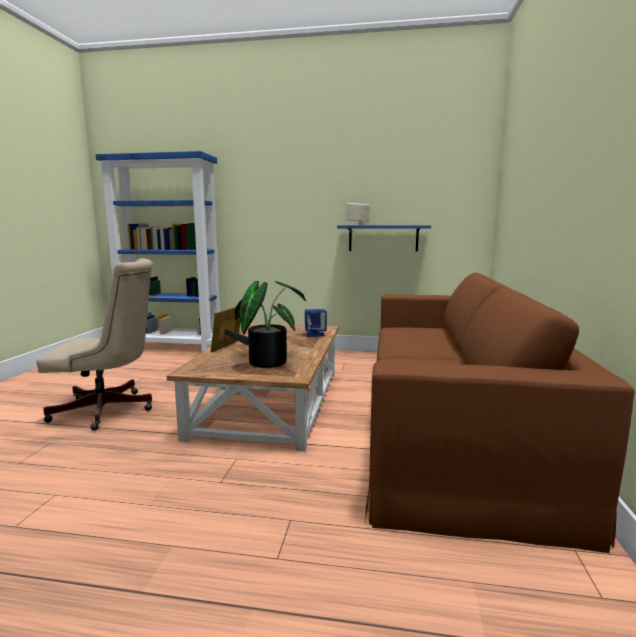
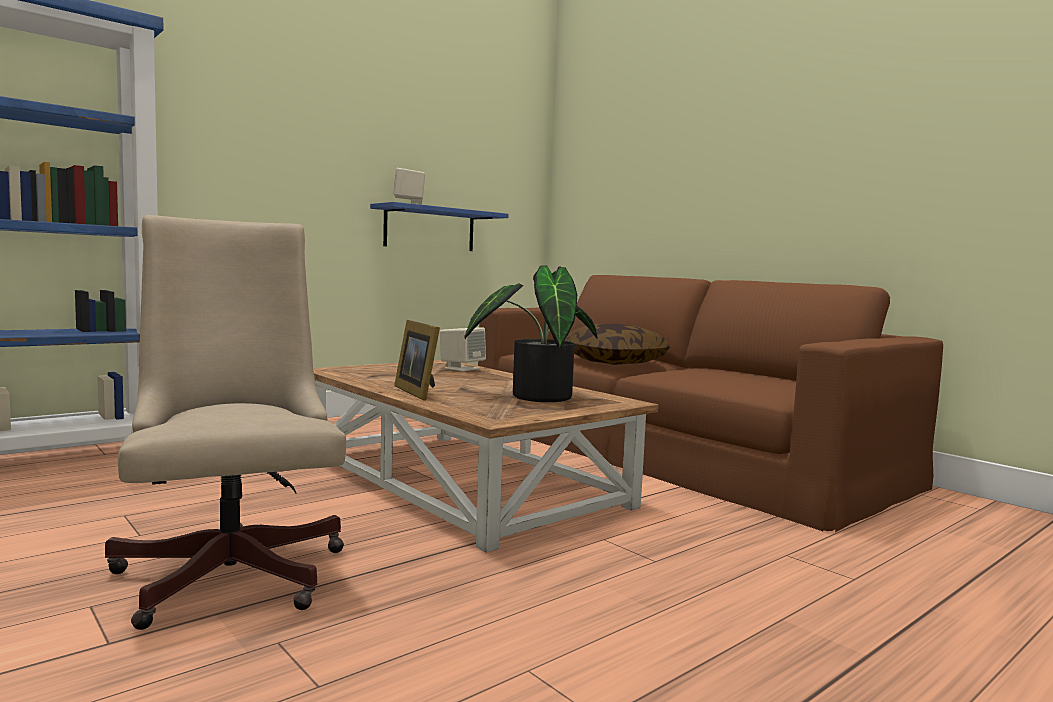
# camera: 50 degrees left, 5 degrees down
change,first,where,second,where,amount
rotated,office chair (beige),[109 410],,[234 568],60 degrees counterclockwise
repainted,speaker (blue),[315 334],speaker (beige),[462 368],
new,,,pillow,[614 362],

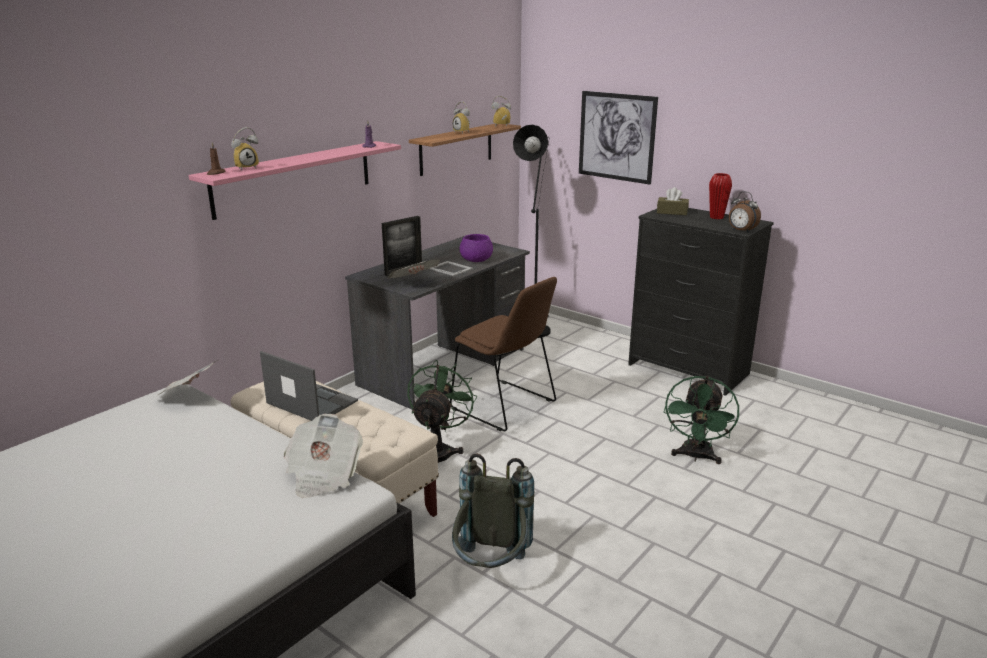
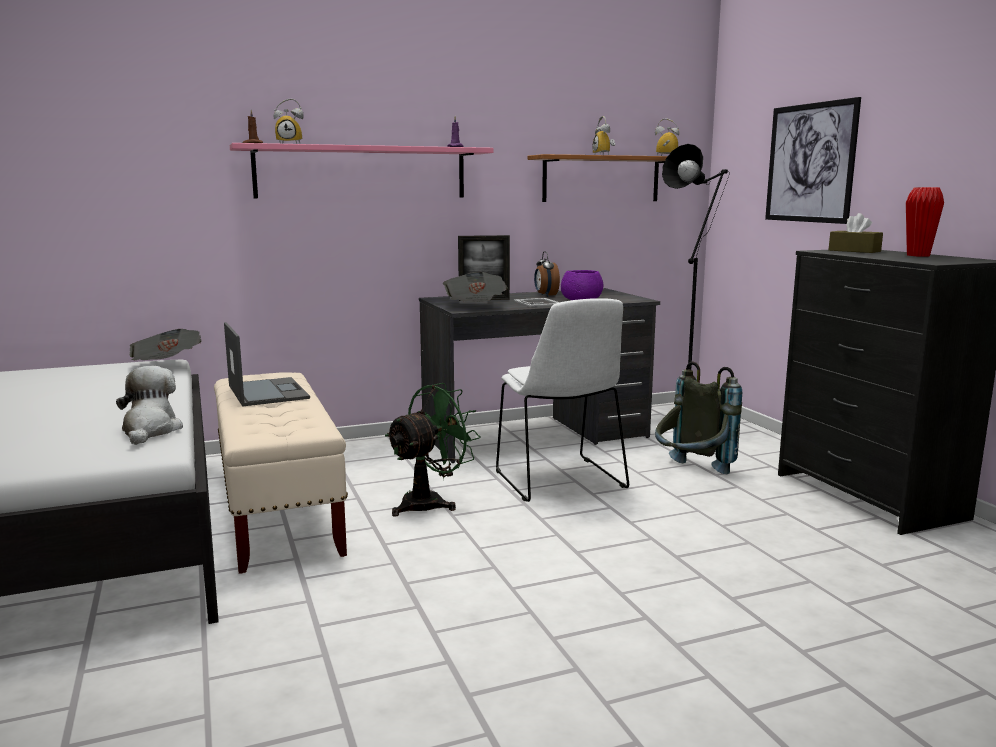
# camera: 30 degrees right, 10 degrees down
change,first,where,second,where,amount
shifted,alarm clock,[741 231],,[545 295],
repainted,chair (brown),[505 406],chair (white),[561 481],
gone,fan (green),[696 456],,,
swapped,newspaper,[323 474],plush toy,[150 431],
shifted,backpack (grey),[490 569],,[691 474],

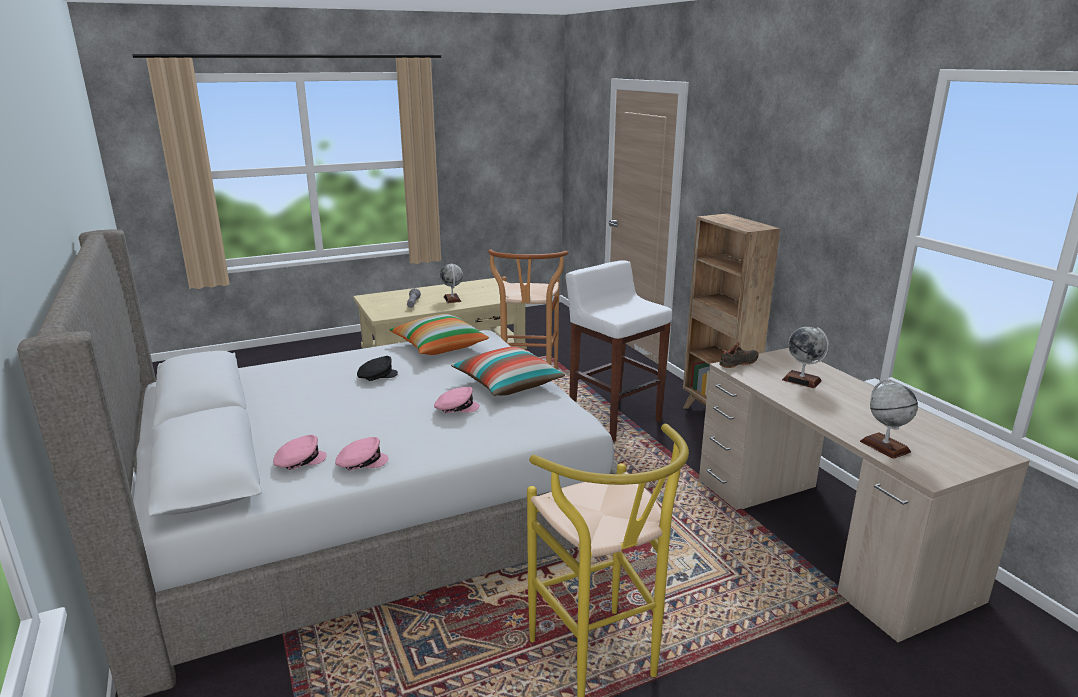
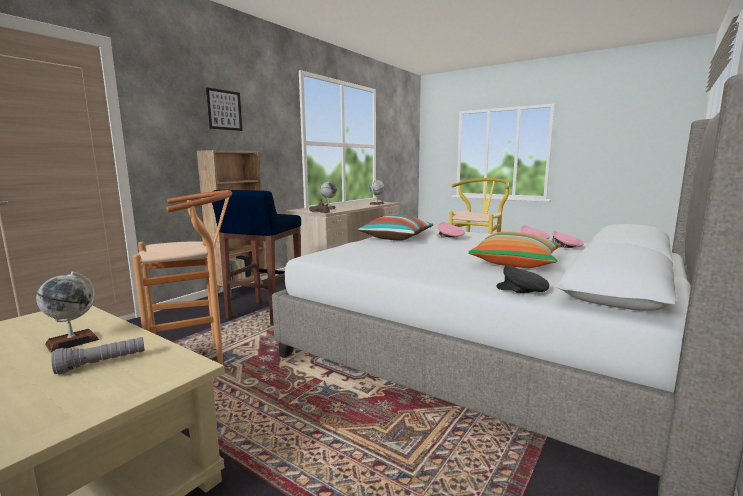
# camera: 120 degrees left, 10 degrees down
change,first,where,second,where,amount
repainted,stool (white),[614 419],stool (blue),[264 313],
shifted,pillow,[439 346],,[515 263],
shifted,cap (black),[376 375],,[522 290],
new,,,picture,[224 110],

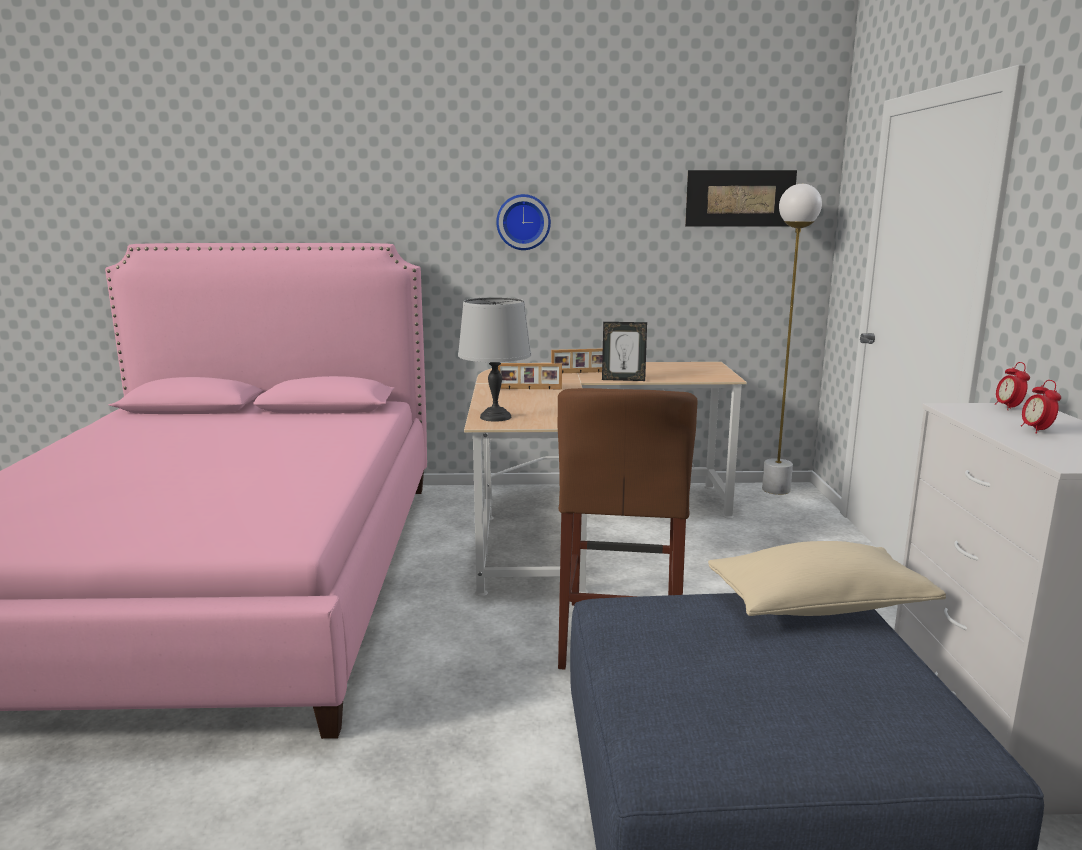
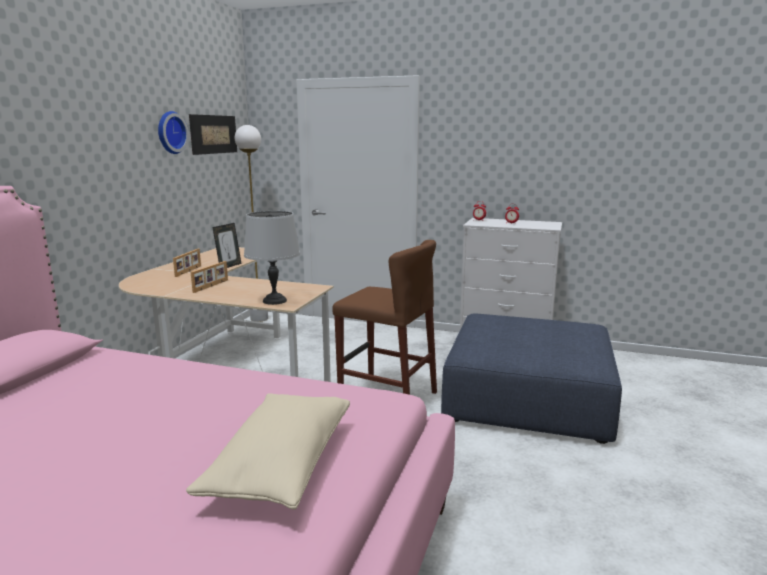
# camera: 70 degrees left, 0 degrees up
change,first,where,second,where,amount
shifted,wall clock,[523 222],,[170 132],
shifted,pillow (beige),[818 606],,[281 466],

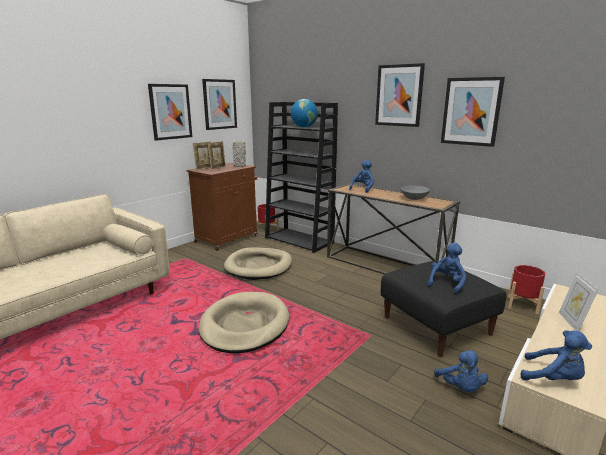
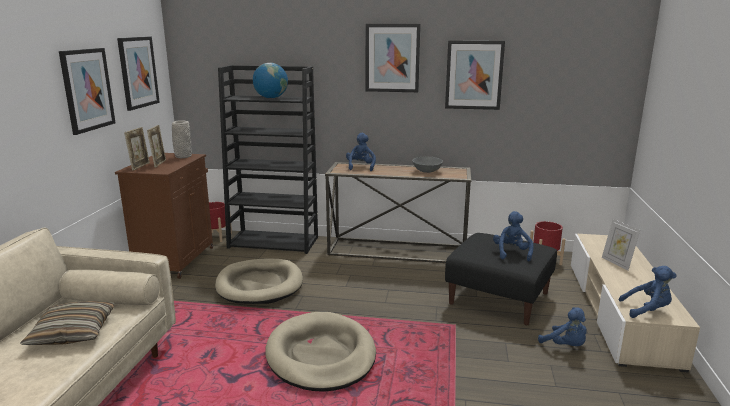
# camera: 30 degrees left, 0 degrees up
change,first,where,second,where,amount
new,,,pillow,[73 332],

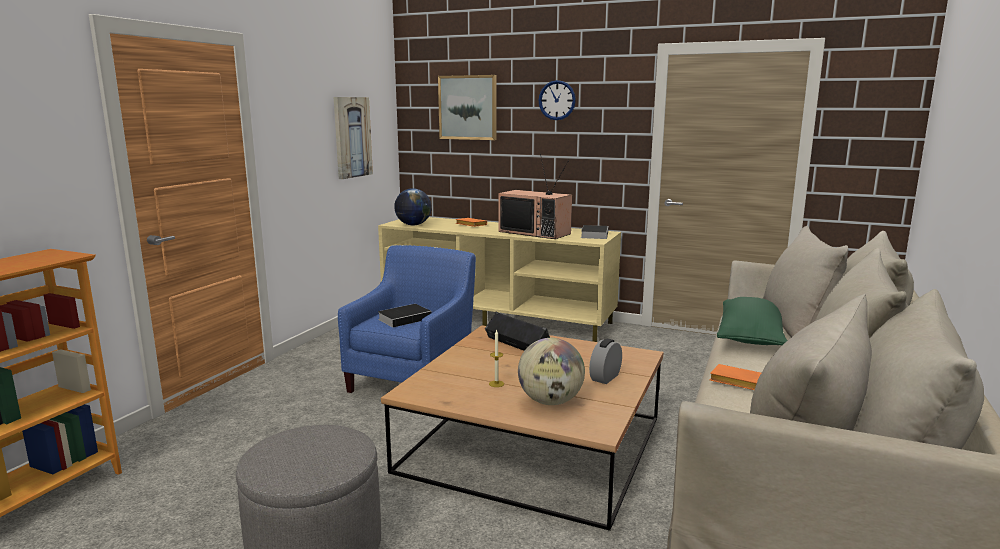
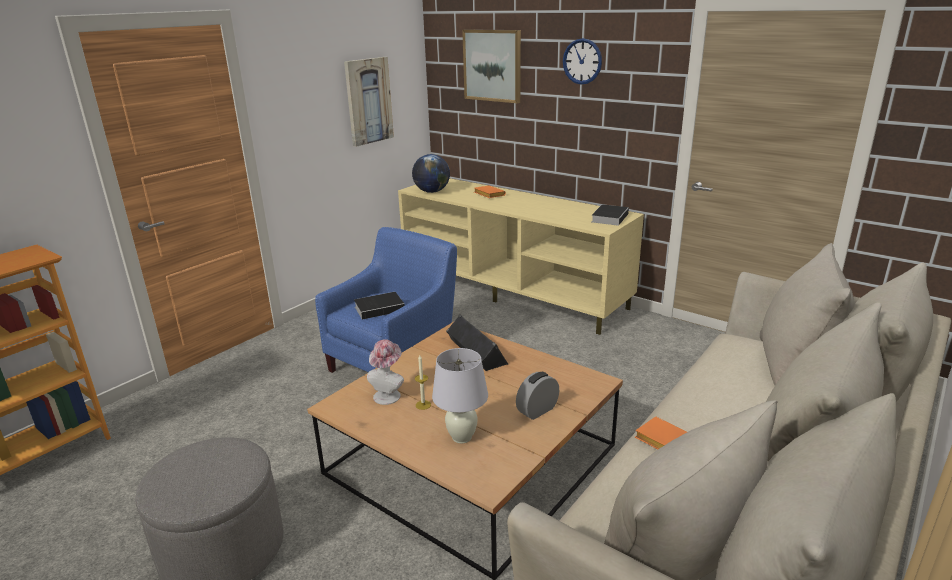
# camera: 15 degrees right, 10 degrees up
change,first,where,second,where,amount
gone,television,[536 232],,,
gone,pillow (green),[750 337],,,
swapped,globe,[550 401],table lamp (white),[462 437],
new,,,hat,[388 394],

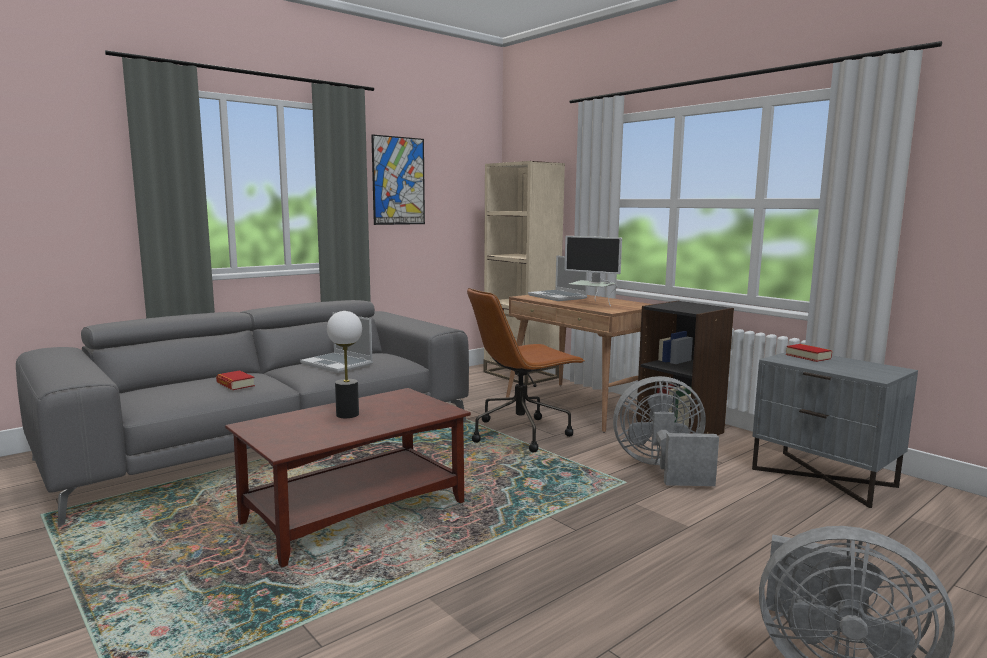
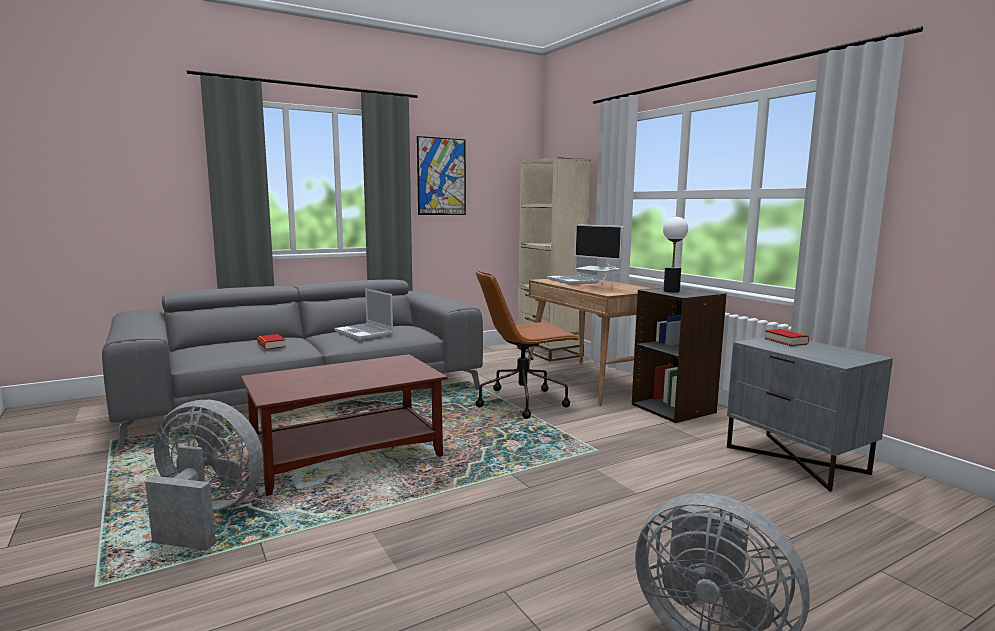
# camera: 10 degrees right, 0 degrees up
change,first,where,second,where,amount
shifted,table lamp,[347 415],,[671 291],
shifted,fan (grey),[662 468],,[206 515],

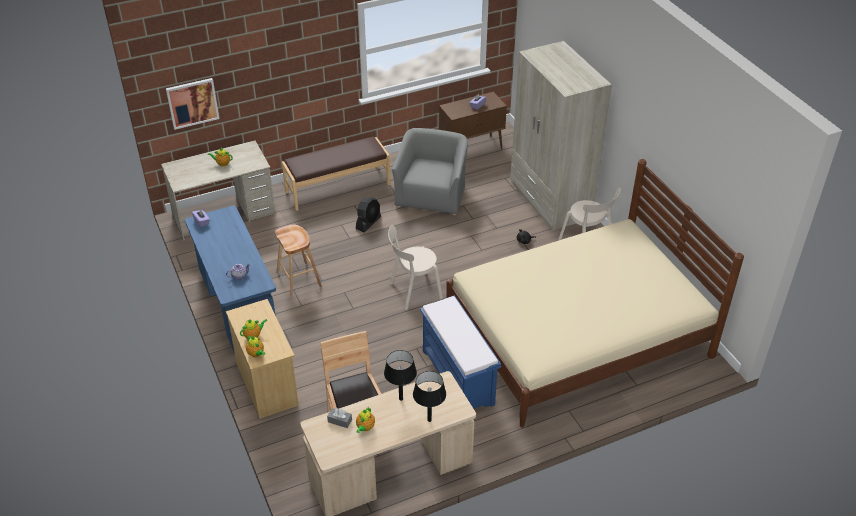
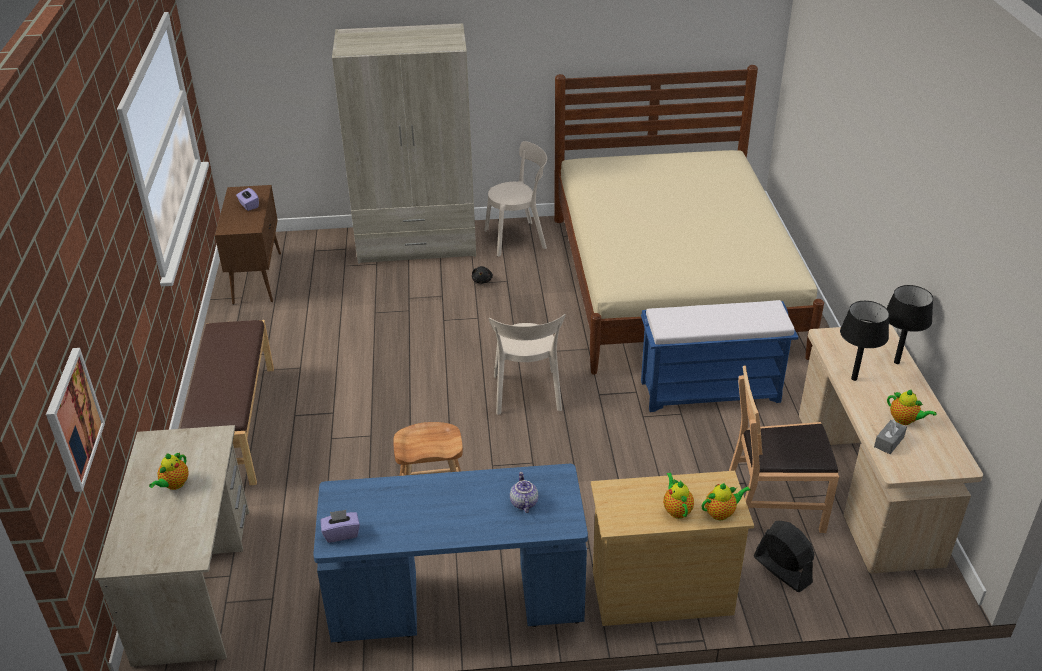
# camera: 70 degrees left, 5 degrees down
change,first,where,second,where,amount
gone,armchair (grey),[431 195],,,
shifted,fan (black),[368 223],,[782 570],

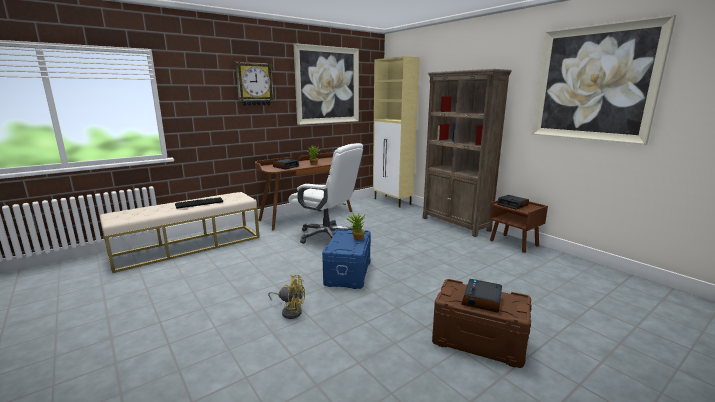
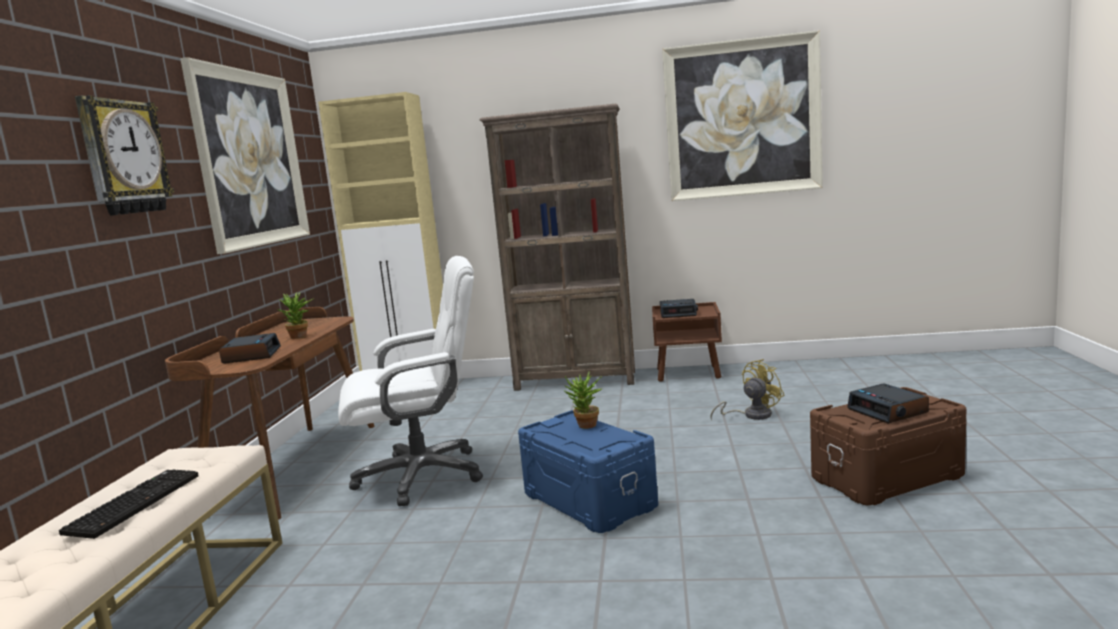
# camera: 45 degrees left, 5 degrees down
change,first,where,second,where,amount
shifted,fan (yellow),[290 311],,[751 415],

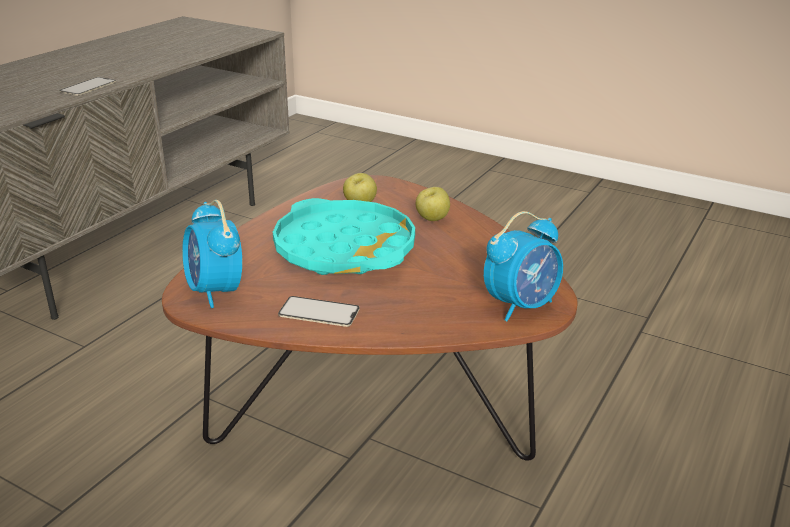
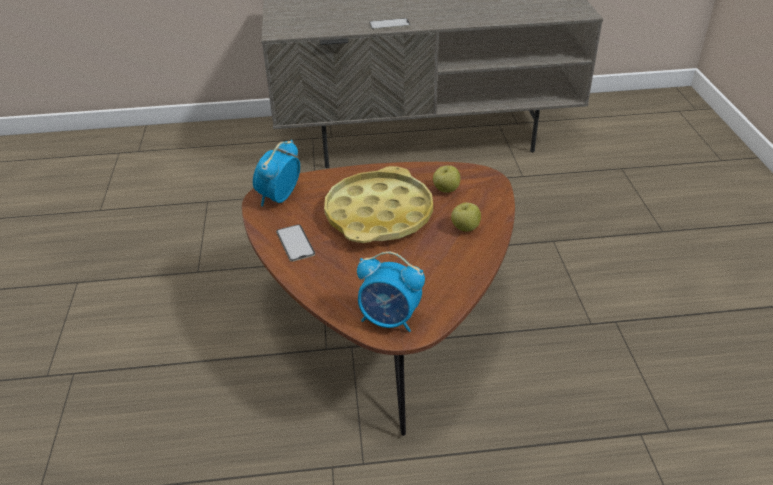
# camera: 55 degrees right, 10 degrees up
change,first,where,second,where,amount
repainted,tray (turquoise),[345 249],tray (yellow),[379 214],

